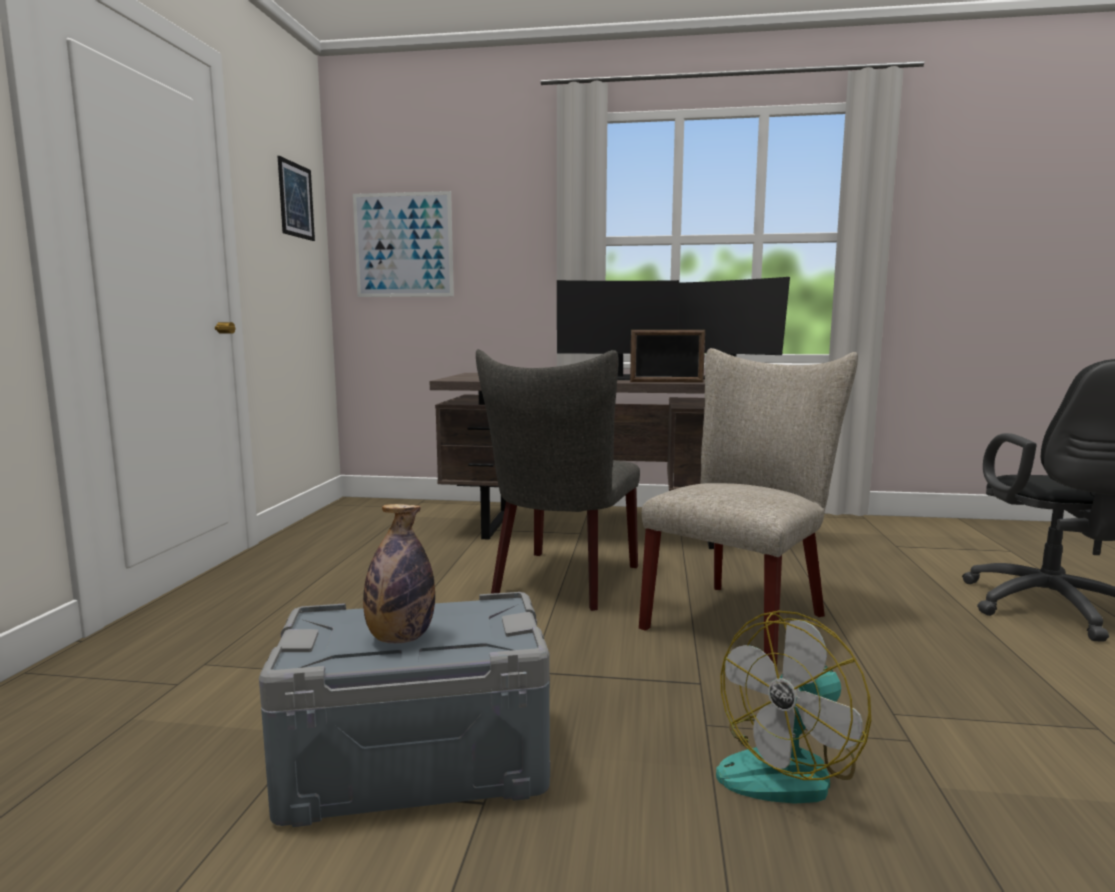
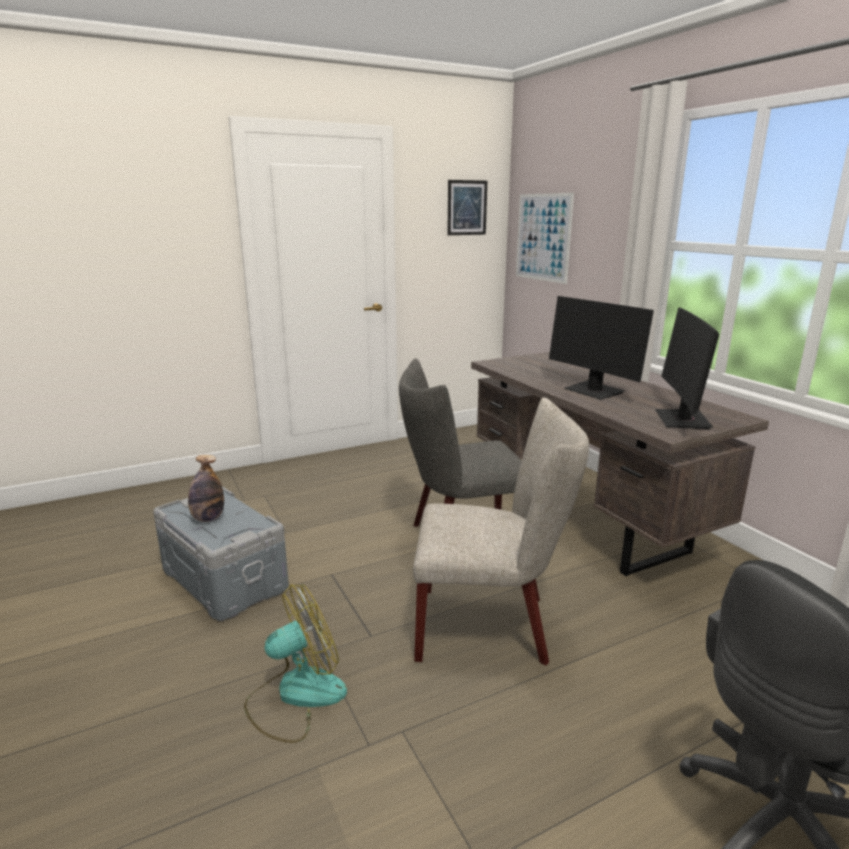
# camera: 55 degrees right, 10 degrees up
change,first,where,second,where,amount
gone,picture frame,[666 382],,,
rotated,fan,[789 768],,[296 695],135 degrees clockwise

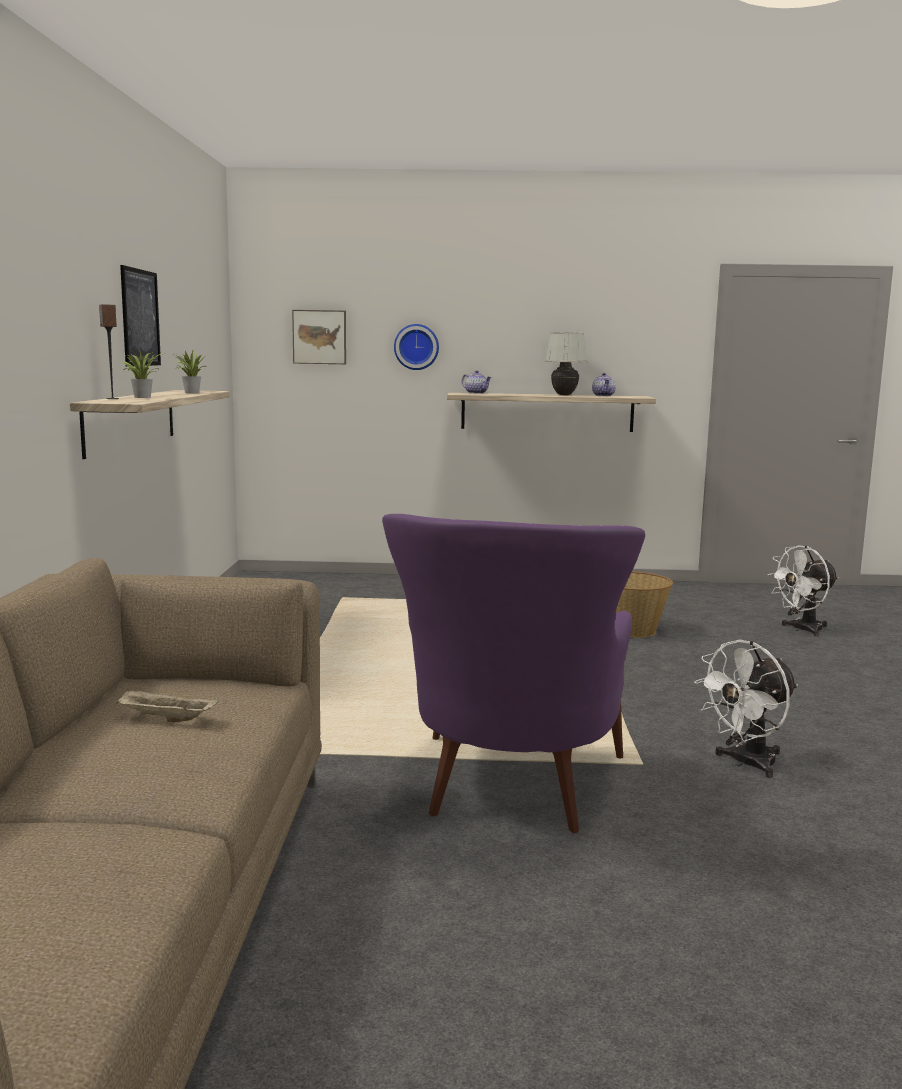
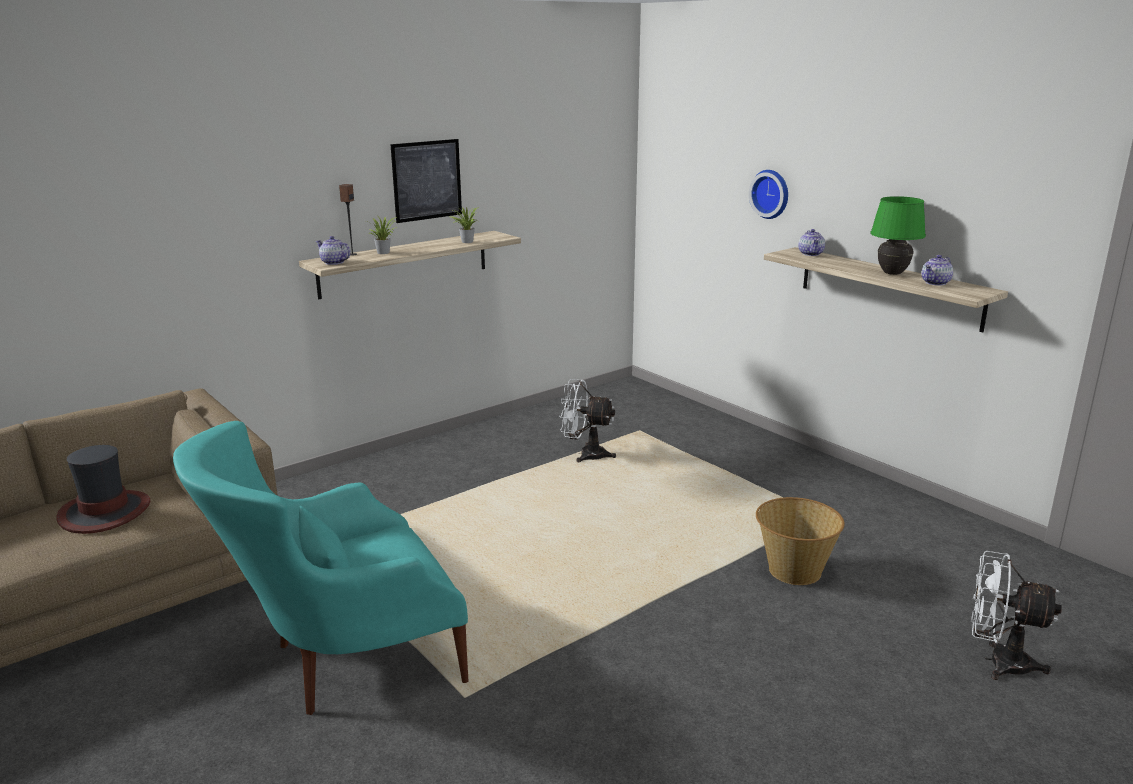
# camera: 50 degrees right, 10 degrees up
change,first,where,second,where,amount
gone,picture,[320 337],,,
repainted,table lamp (white),[564 395],table lamp (green),[892 273],
repainted,armchair (purple),[510 797],armchair (turquoise),[341 663],
shifted,fan (white),[746 763],,[585 455],
swapped,tray (beige),[164 719],hat,[104 512],
new,,,teapot,[333 262],

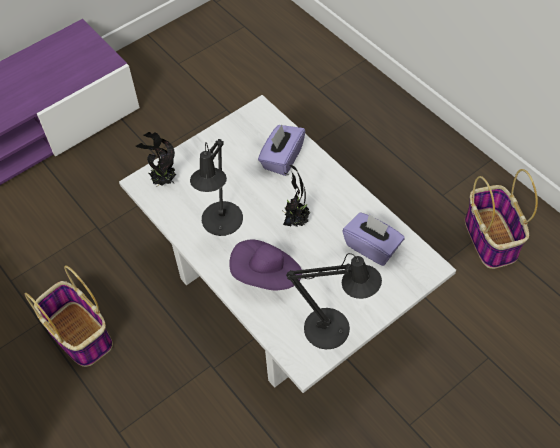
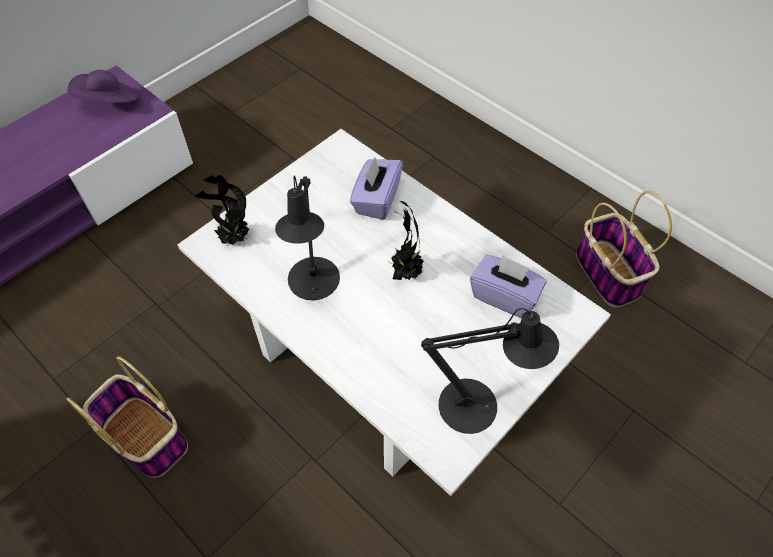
# camera: 10 degrees left, 0 degrees up
change,first,where,second,where,amount
shifted,hat (purple),[267 275],,[109 103],

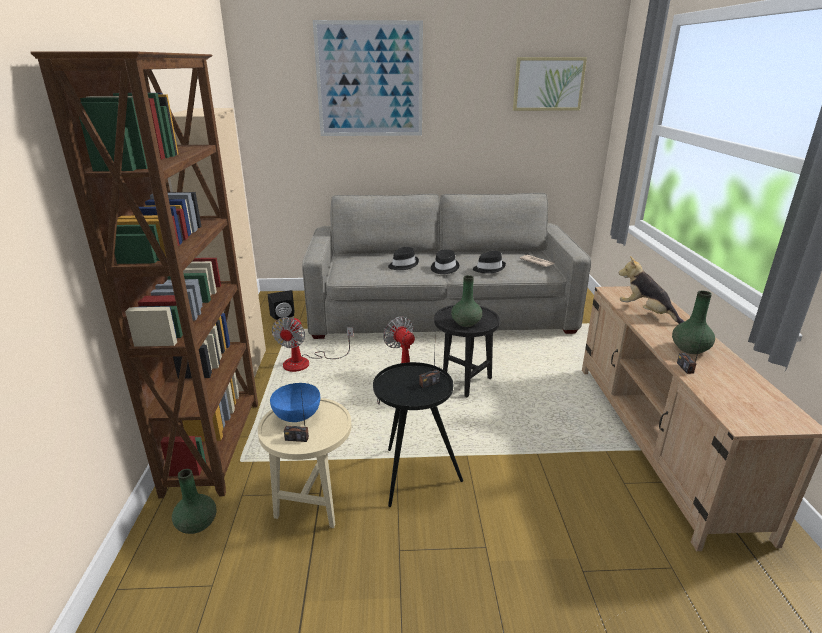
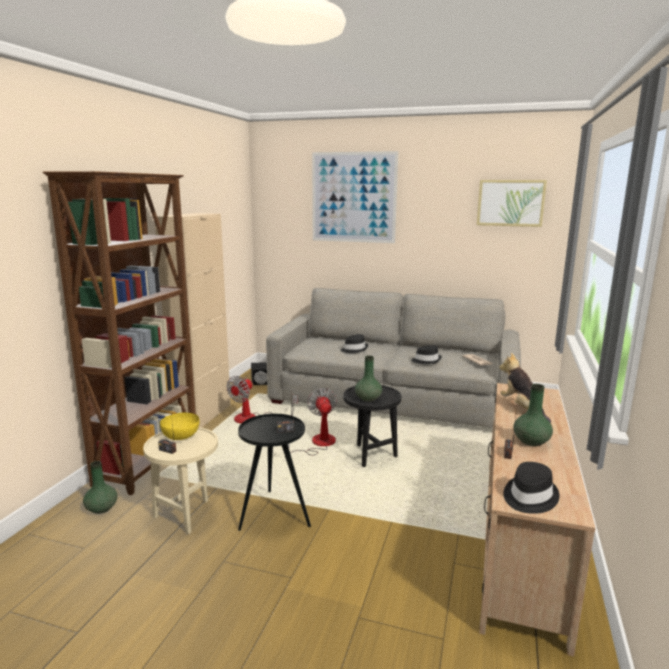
# camera: 20 degrees right, 10 degrees down
change,first,where,second,where,amount
shifted,hat (black),[444 268],,[529 497],
repainted,bowl (blue),[297 414],bowl (yellow),[181 436],

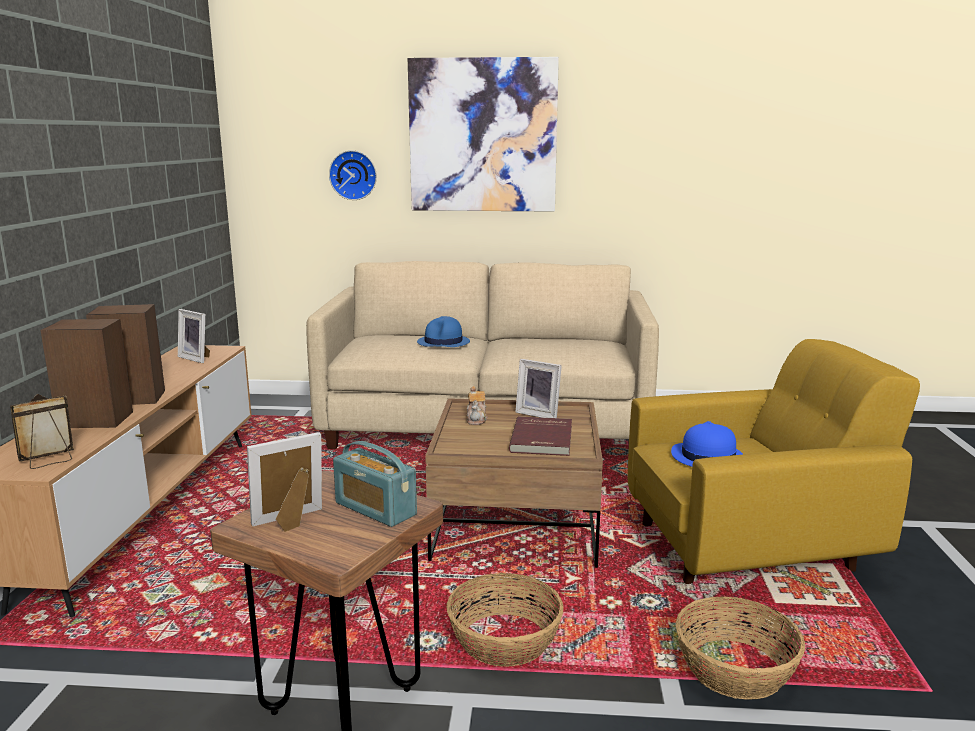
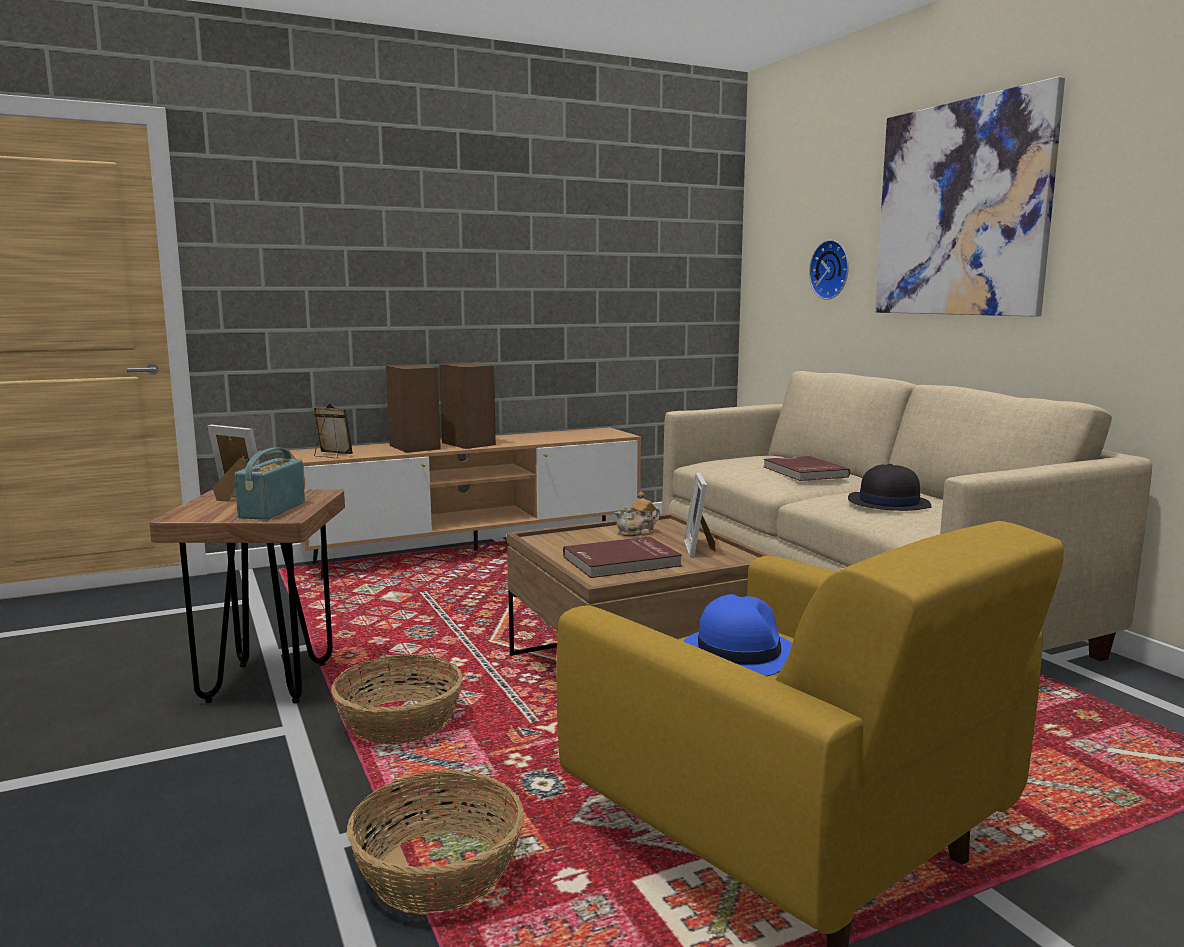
# camera: 60 degrees right, 5 degrees down
change,first,where,second,where,amount
gone,picture frame,[197 358],,,
swapped,hat (blue),[443 342],book (red),[803 472],
new,,,hat (black),[888 503],

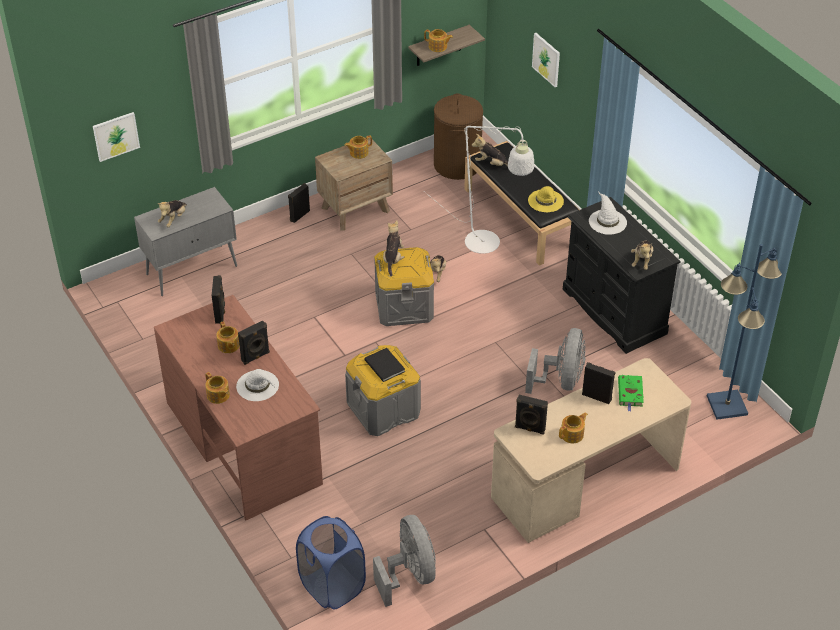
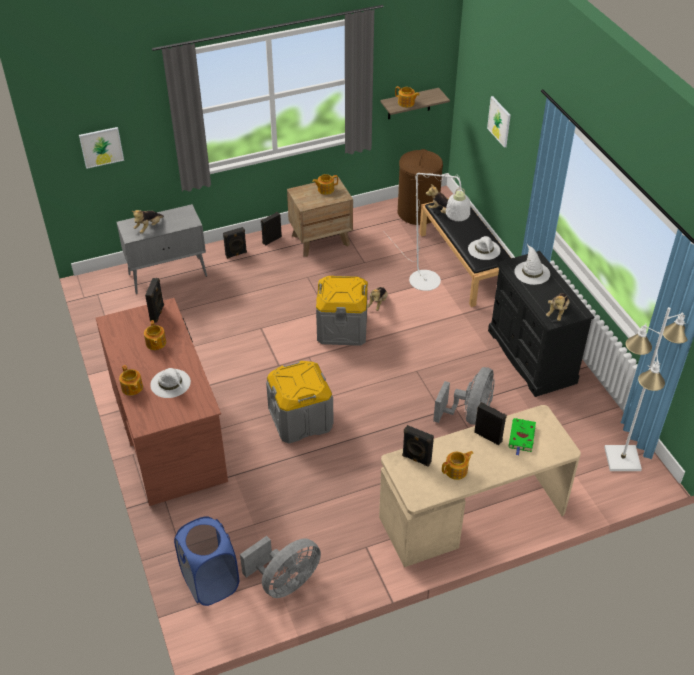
# camera: 10 degrees right, 0 degrees up
change,first,where,second,where,amount
repainted,hat (yellow),[546 201],hat (white),[484 250],
gone,plush toy,[393 259],,,
repainted,floor lamp (blue),[727 406],floor lamp (white),[623 459],
shifted,speaker (black),[256 357],,[236 254],
gone,book (black),[385 365],,,
rotated,fan (grey),[409 575],,[285 582],60 degrees clockwise

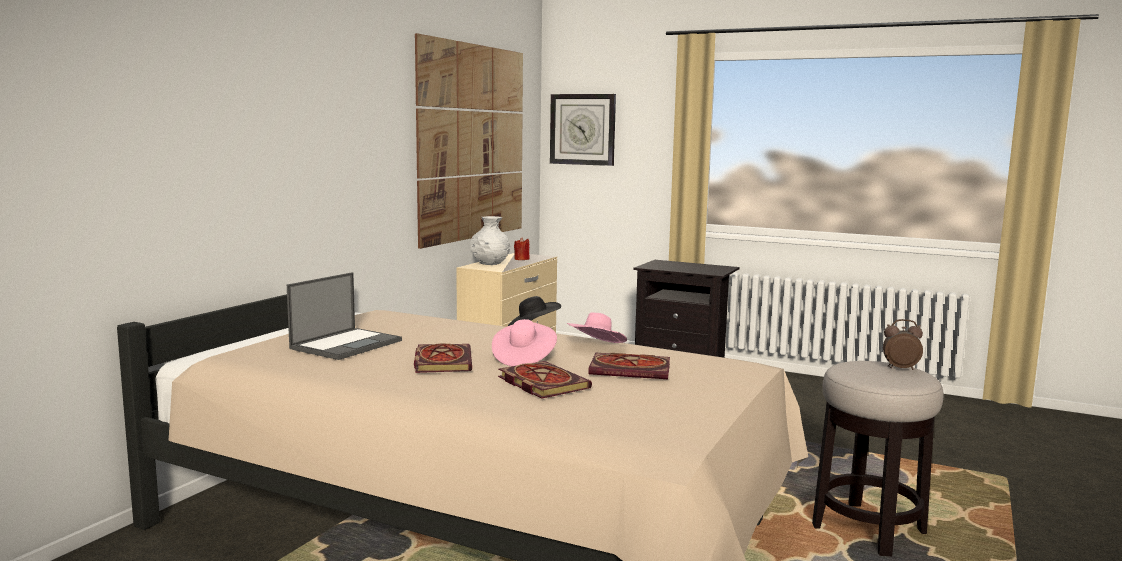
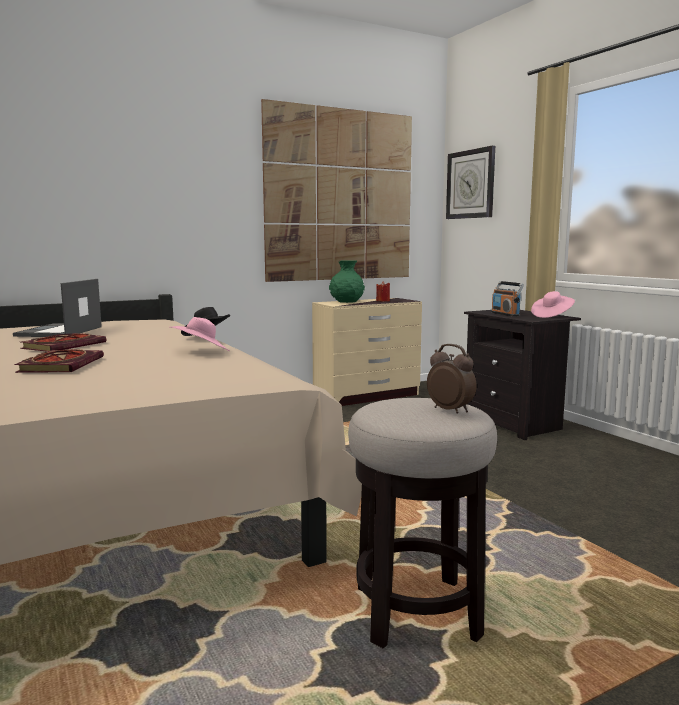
# camera: 35 degrees right, 0 degrees up
change,first,where,second,where,amount
repainted,vase (white),[491 263],vase (green),[346 302],
rotated,laptop,[347 344],,[59 331],120 degrees clockwise
shifted,hat (pink),[523 358],,[551 316],
gone,book,[632 370],,,
new,,,radio,[505 314],

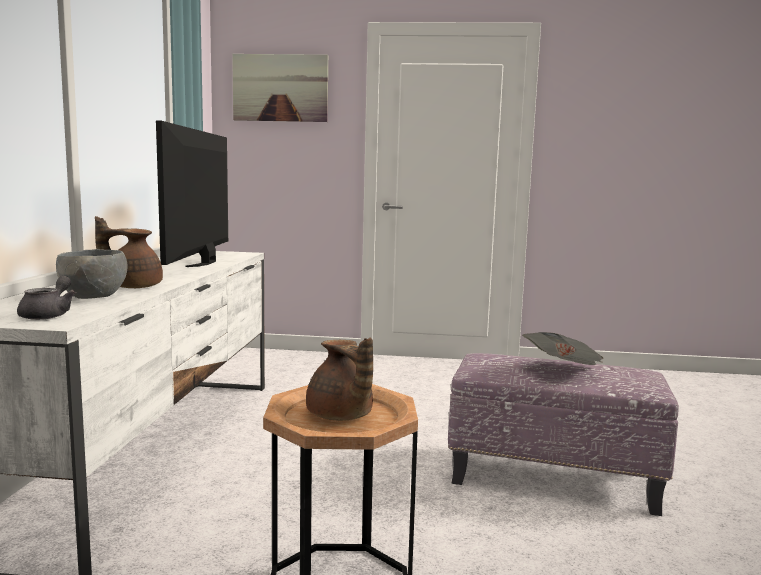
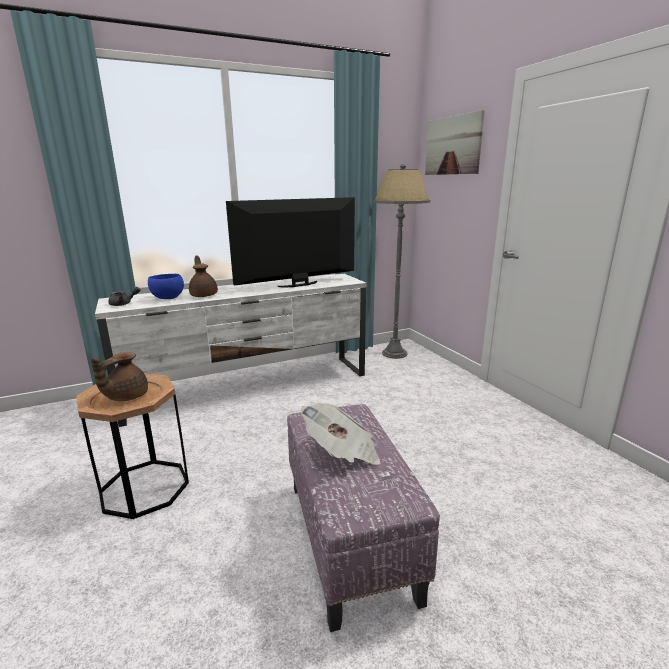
# camera: 60 degrees right, 10 degrees up
change,first,where,second,where,amount
repainted,bowl (grey),[95 297],bowl (blue),[168 298],
new,,,floor lamp (grey),[395 353],

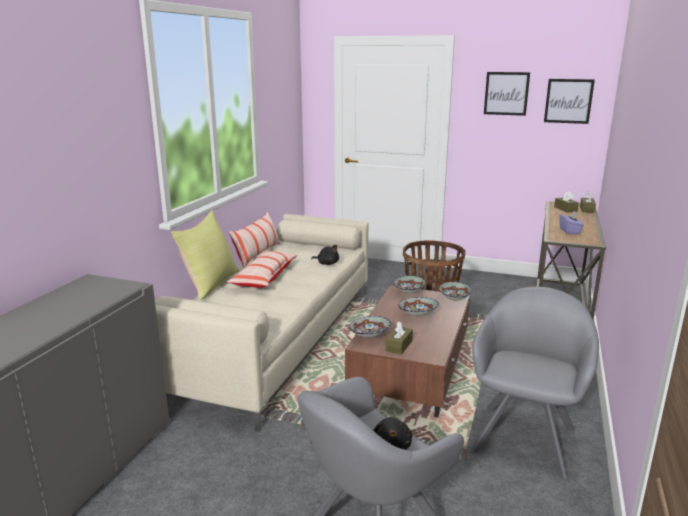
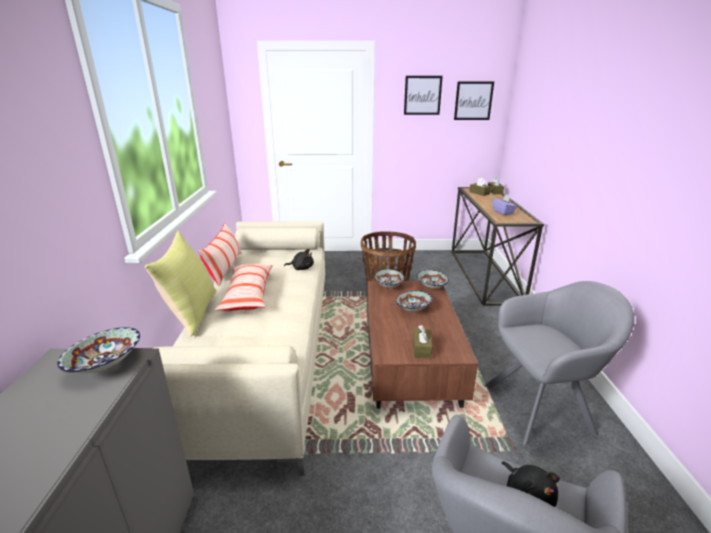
# camera: 20 degrees left, 5 degrees up
change,first,where,second,where,amount
rotated,armchair (grey),[525 436],,[543 407],75 degrees clockwise
shifted,bowl,[370 336],,[106 365],

